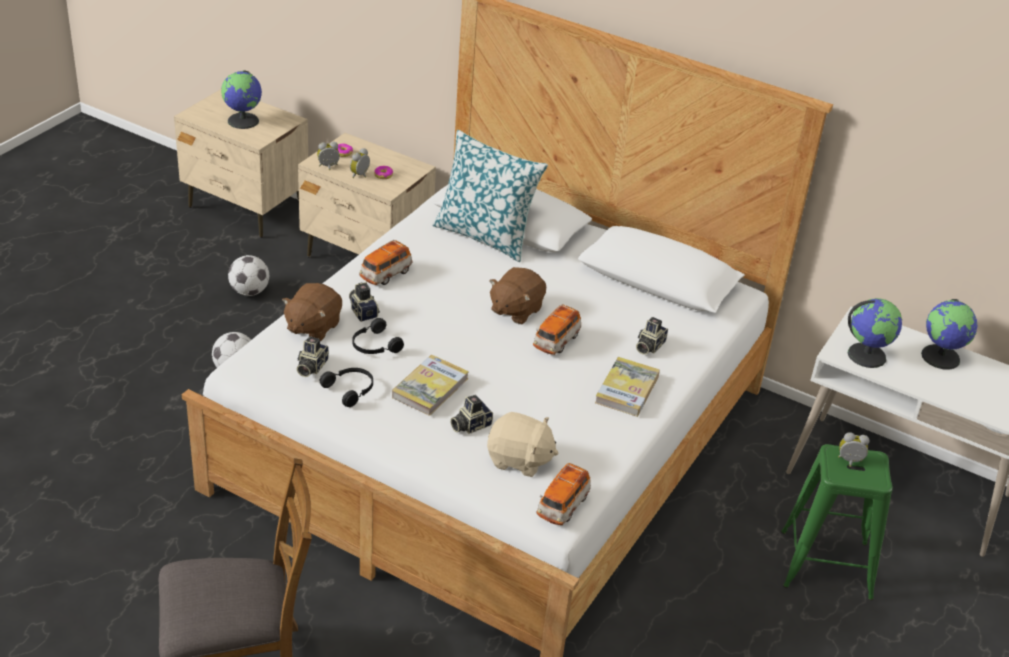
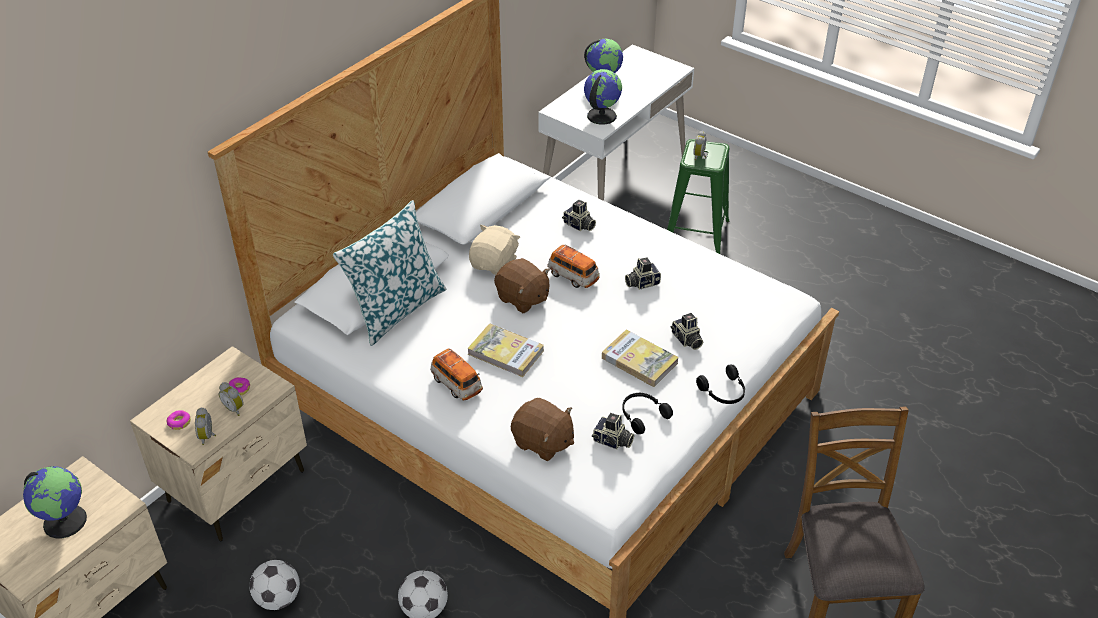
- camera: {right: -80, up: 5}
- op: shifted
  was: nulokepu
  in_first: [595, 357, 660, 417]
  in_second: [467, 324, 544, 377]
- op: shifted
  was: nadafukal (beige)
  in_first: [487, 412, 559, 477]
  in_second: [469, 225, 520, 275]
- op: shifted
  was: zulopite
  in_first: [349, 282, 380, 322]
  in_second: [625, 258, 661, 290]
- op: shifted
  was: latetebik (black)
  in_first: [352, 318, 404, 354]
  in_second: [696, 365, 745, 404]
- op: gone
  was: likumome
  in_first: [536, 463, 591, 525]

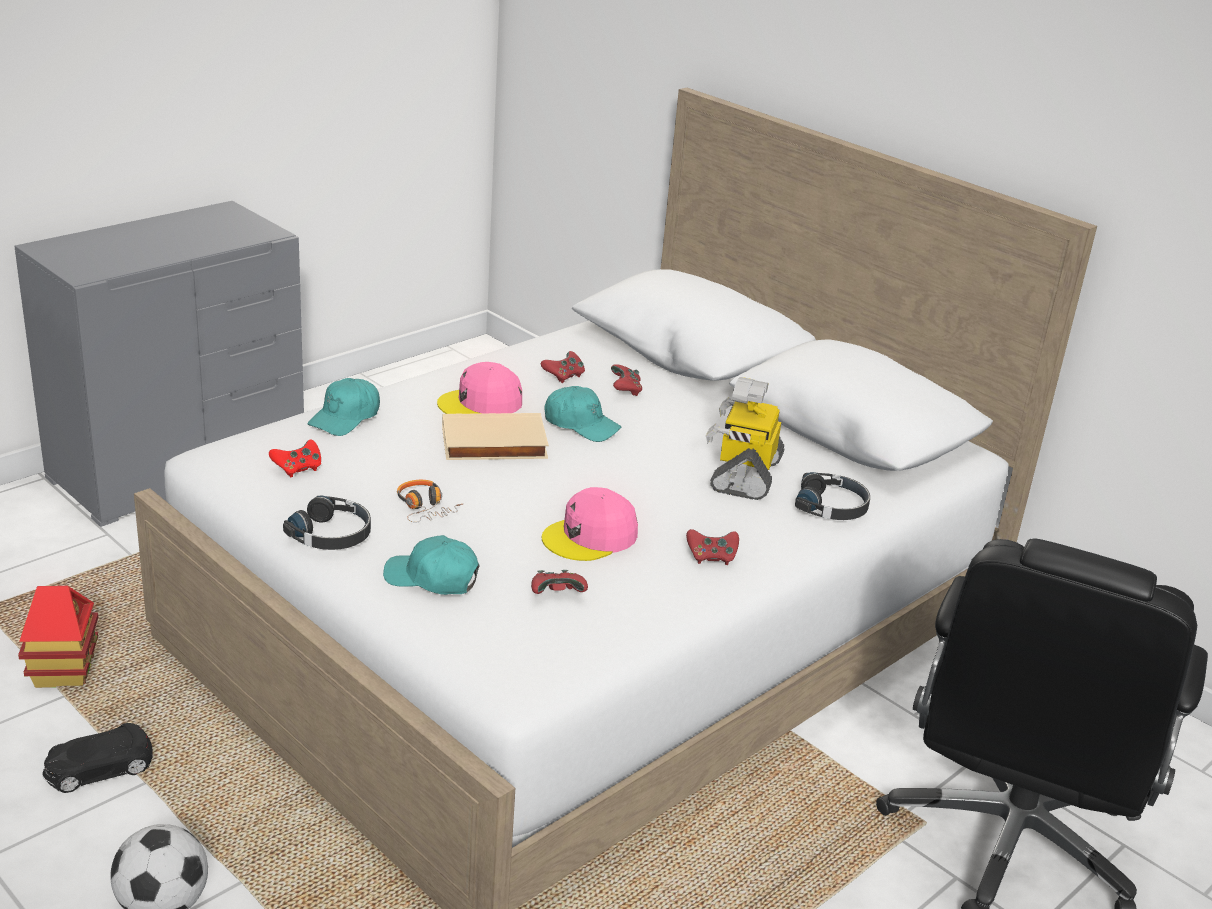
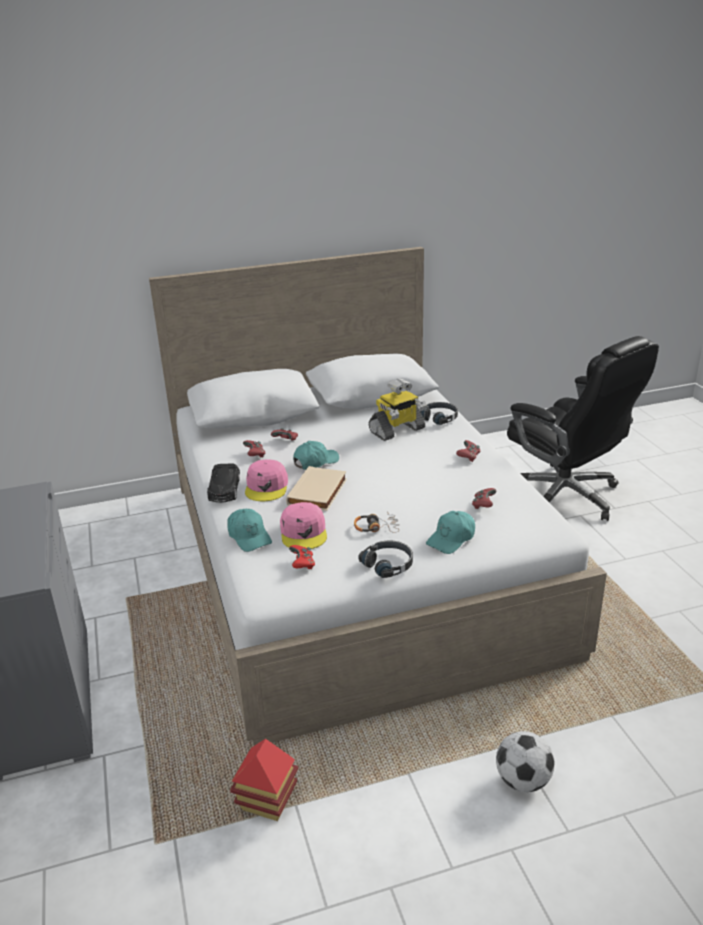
- camera: {right: -60, up: 0}
- op: shifted
  was: likumome (black)
  in_first: [42, 723, 153, 793]
  in_second: [207, 463, 240, 503]
- op: shifted
  was: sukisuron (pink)
  in_first: [542, 487, 638, 561]
  in_second: [280, 502, 327, 549]
- op: rotated
  was: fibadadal
  in_first: [706, 377, 785, 500]
  in_second: [369, 378, 427, 441]
  clockwise: -75

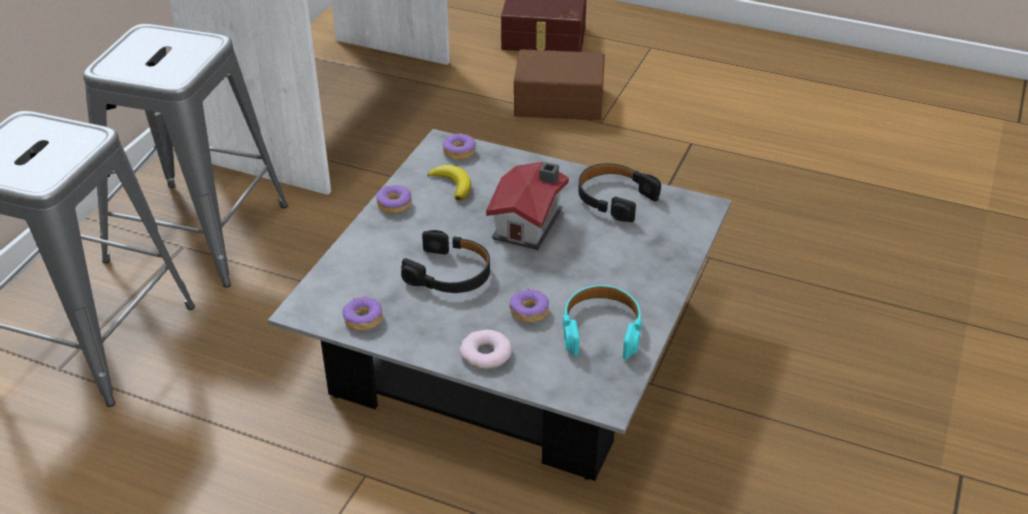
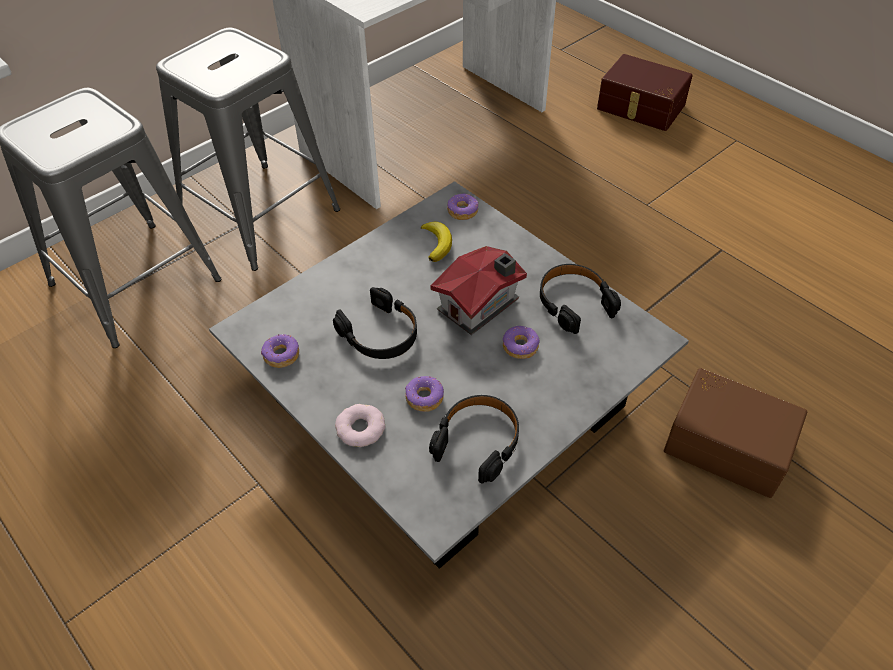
- camera: {right: 25, up: 10}
- op: repainted
  was: latetebik (turquoise)
  now: latetebik (black)
  in_first: [563, 285, 642, 359]
  in_second: [429, 395, 519, 483]
- op: shifted
  was: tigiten
  in_first: [376, 185, 412, 213]
  in_second: [503, 326, 539, 359]
- op: shifted
  was: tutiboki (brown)
  in_first: [514, 49, 605, 120]
  in_second: [664, 368, 807, 498]

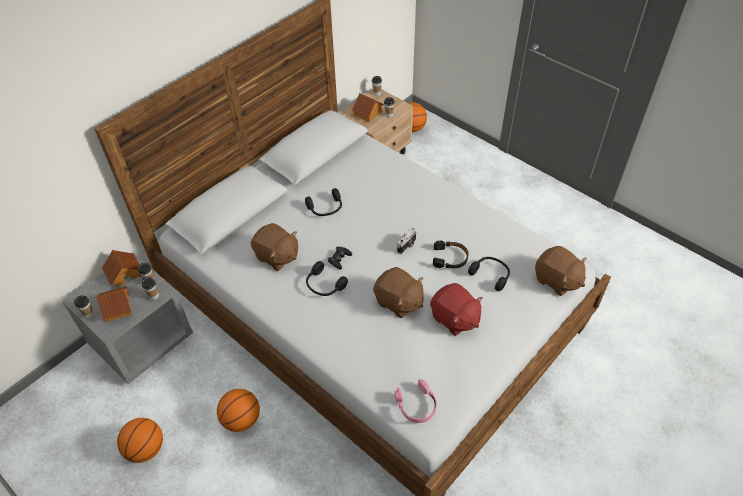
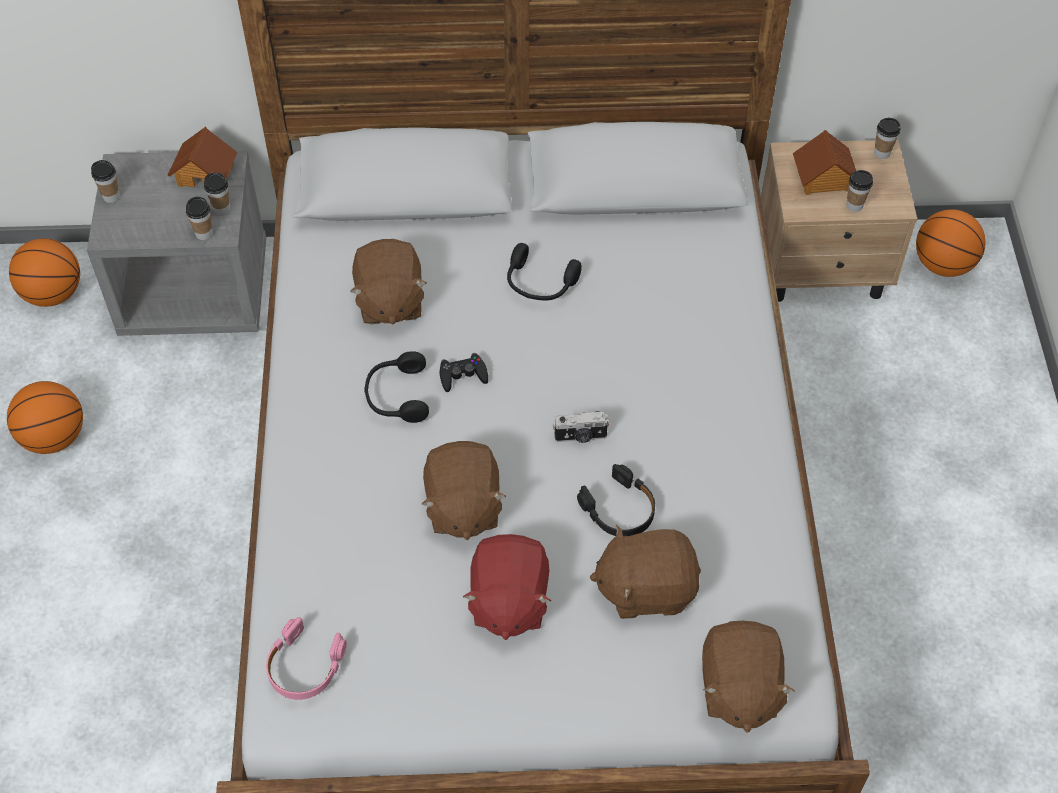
- camera: {right: 45, up: 5}
- op: shifted
  was: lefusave
  in_first: [217, 389, 260, 432]
  in_second: [9, 238, 80, 307]
- op: swapped
  was: latetebik (black)
  now: nadafukal (brown)
  in_first: [468, 257, 510, 291]
  in_second: [590, 525, 701, 619]
- op: gone
  was: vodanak
  in_first: [96, 286, 132, 322]

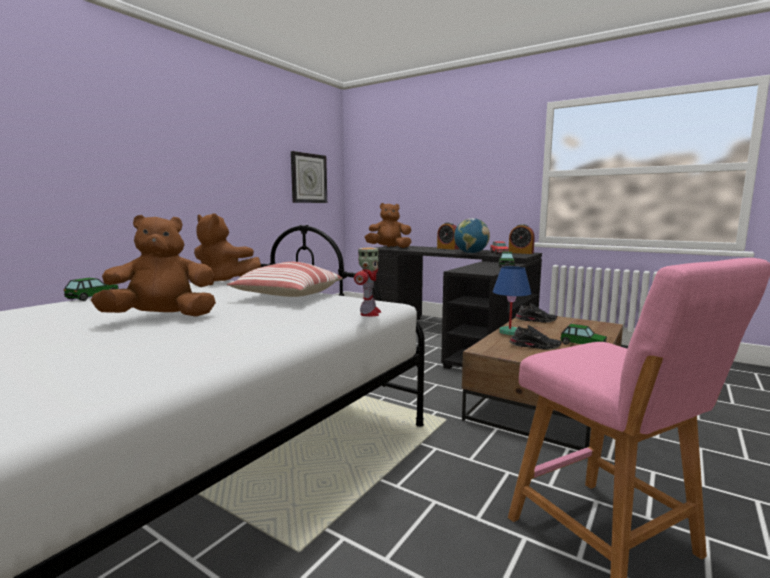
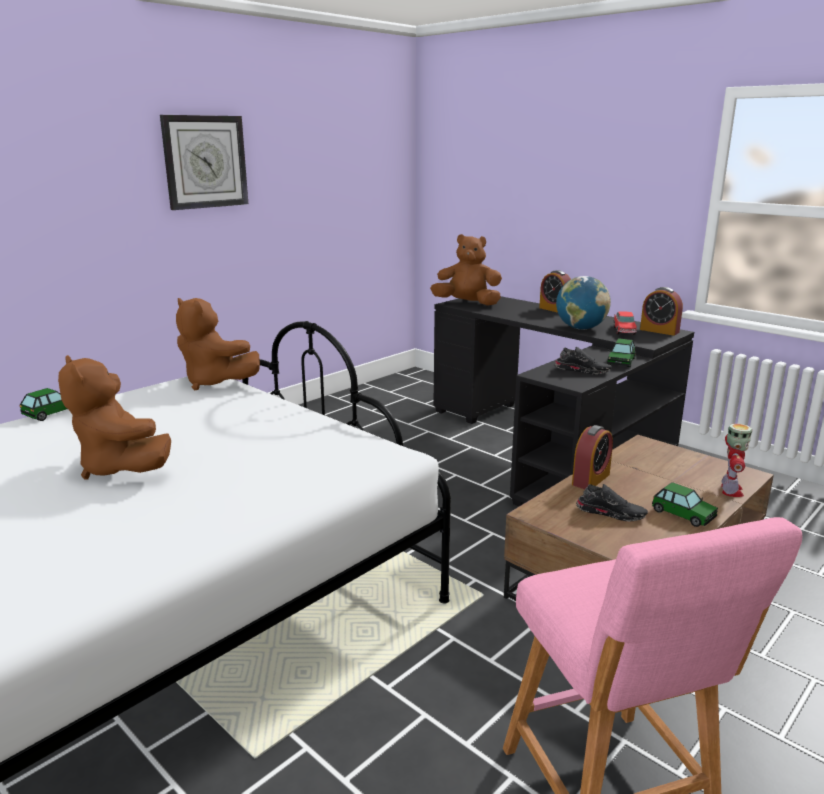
- camera: {right: 10, up: 10}
- op: rotated
  was: nadafukal (brown)
  in_first: [91, 215, 216, 317]
  in_second: [58, 355, 171, 479]
  clockwise: -120
- op: shifted
  was: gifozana
  in_first: [291, 151, 327, 203]
  in_second: [160, 115, 248, 210]
- op: shifted
  was: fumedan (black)
  in_first: [515, 303, 557, 323]
  in_second: [555, 347, 612, 374]
- op: swapped
  was: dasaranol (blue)
  now: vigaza
  in_first: [493, 266, 532, 335]
  in_second: [572, 425, 613, 489]
- op: shifted
  was: fibadadal
  in_first: [354, 248, 381, 317]
  in_second: [721, 424, 752, 497]
- op: gone
  was: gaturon
  in_first: [227, 262, 343, 297]

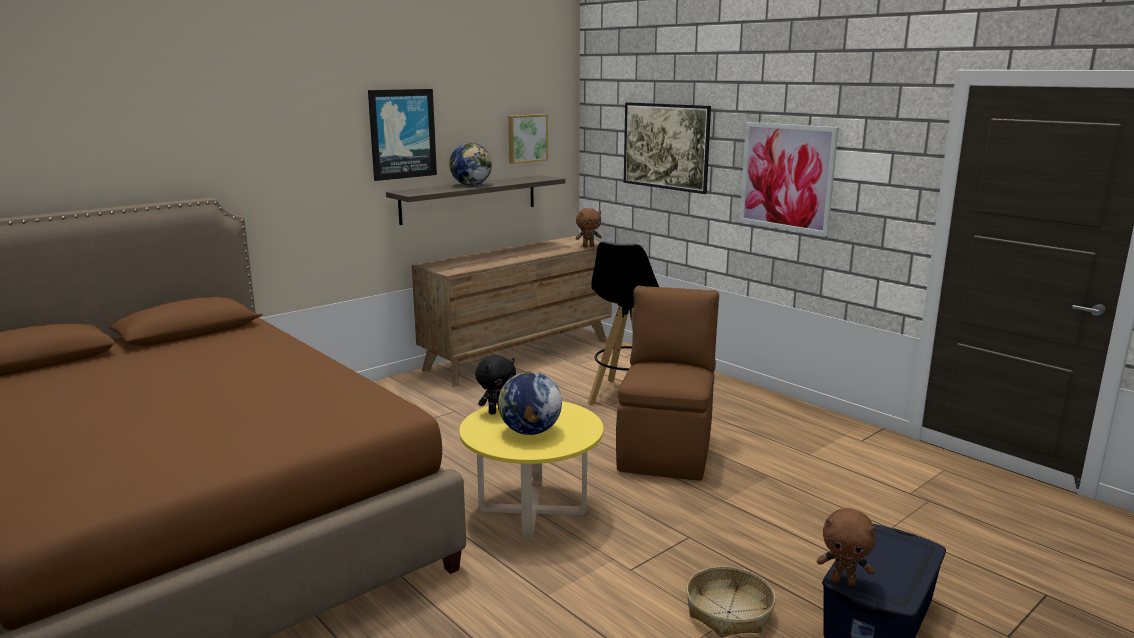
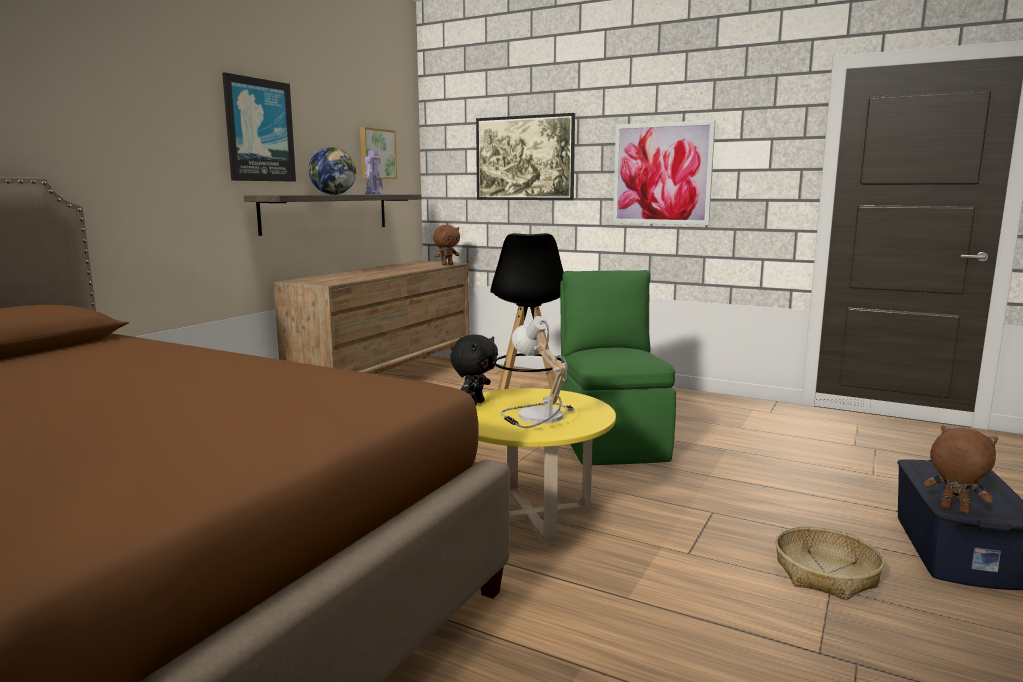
- camera: {right: -20, up: -5}
- op: new
  now: fibadadal
  in_second: [365, 150, 383, 194]
- op: swapped
  was: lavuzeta
  now: dasaranol
  in_first: [498, 371, 562, 435]
  in_second: [501, 316, 573, 428]
- op: repainted
  was: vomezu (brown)
  now: vomezu (green)
  in_first: [616, 286, 719, 481]
  in_second: [560, 270, 676, 465]
- op: rotated
  was: nadafukal (brown)
  in_first: [817, 508, 876, 586]
  in_second: [924, 426, 998, 514]
  clockwise: -135

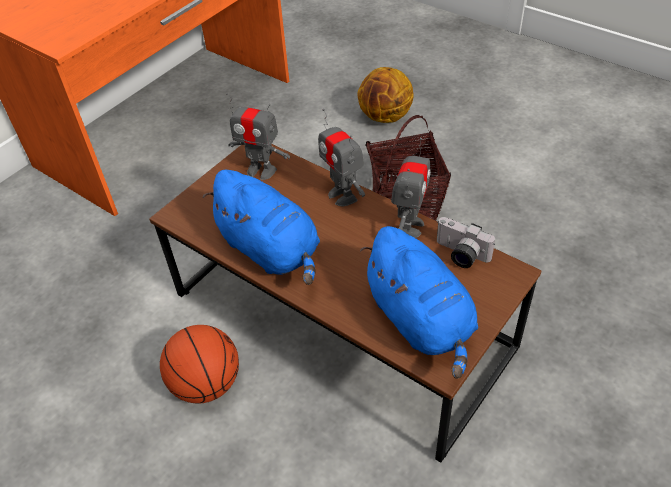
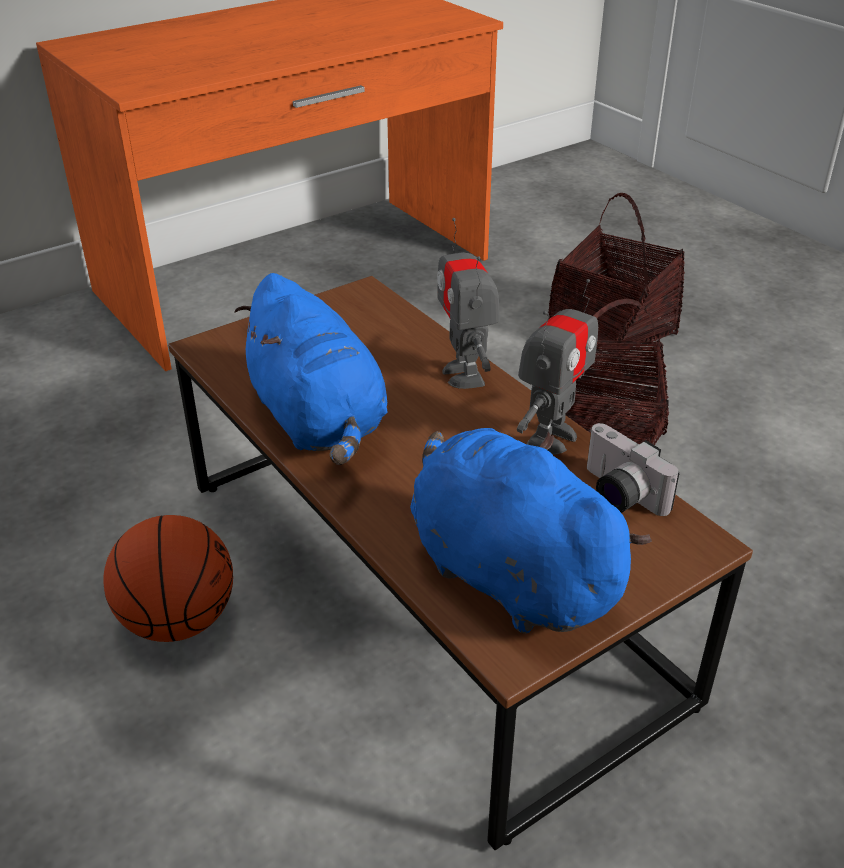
- camera: {right: 15, up: -10}
- op: rotated
  was: nadafukal (blue)
  in_first: [360, 226, 478, 379]
  in_second: [410, 428, 652, 634]
  clockwise: 150
- op: swapped
  was: lefusave
  now: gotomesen
  in_first: [357, 67, 414, 123]
  in_second: [548, 193, 685, 361]
- op: gone
  was: fibadadal
  in_first: [226, 93, 290, 180]

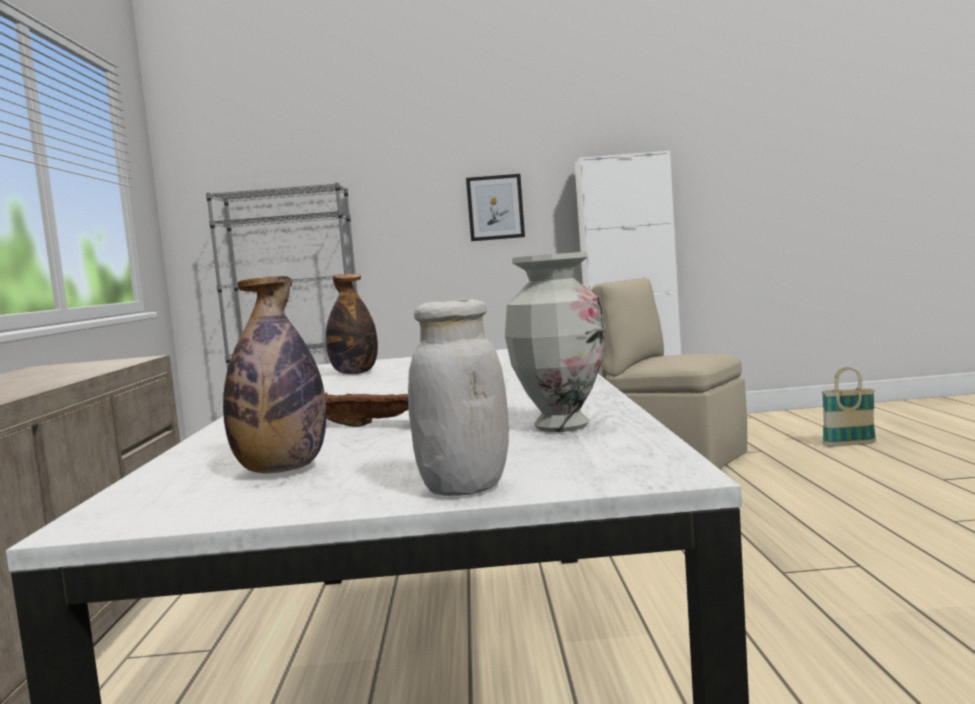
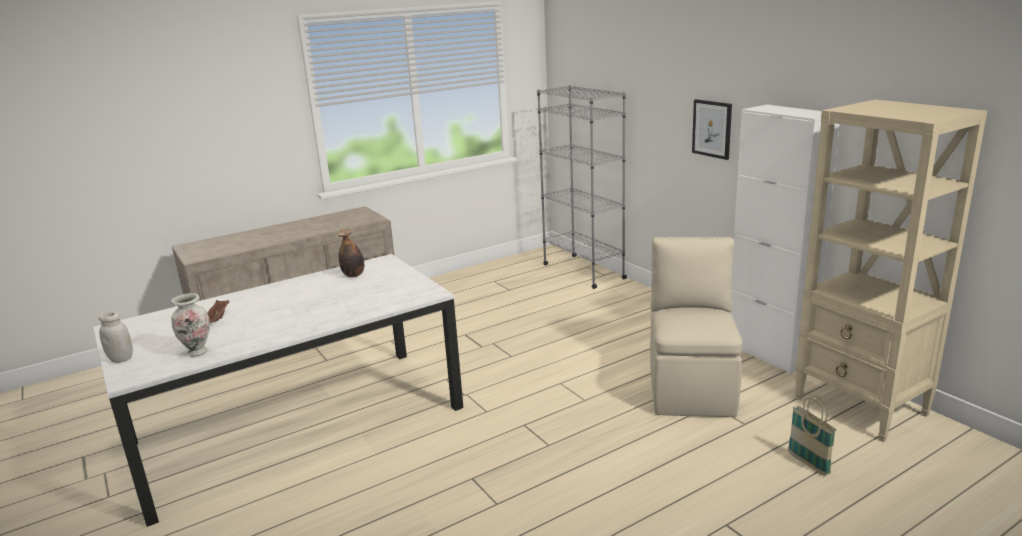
- camera: {right: 60, up: 15}
- op: new
  now: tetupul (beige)
  in_second: [795, 100, 987, 442]
- op: gone
  was: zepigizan
  in_first: [223, 276, 326, 474]

